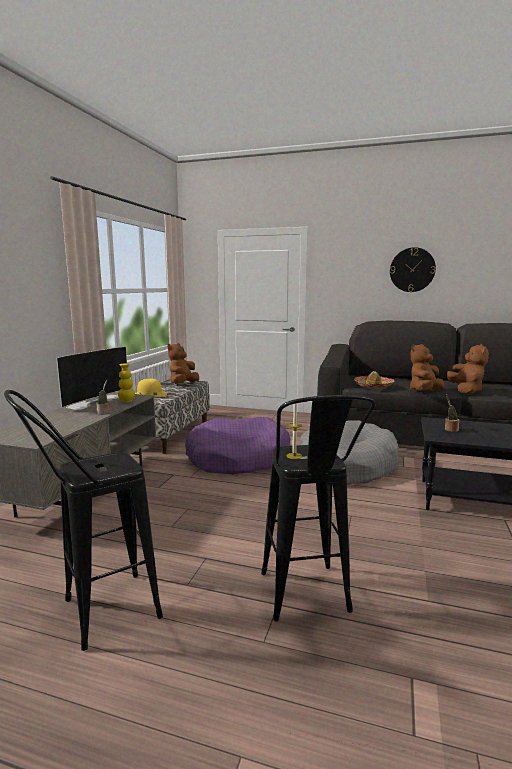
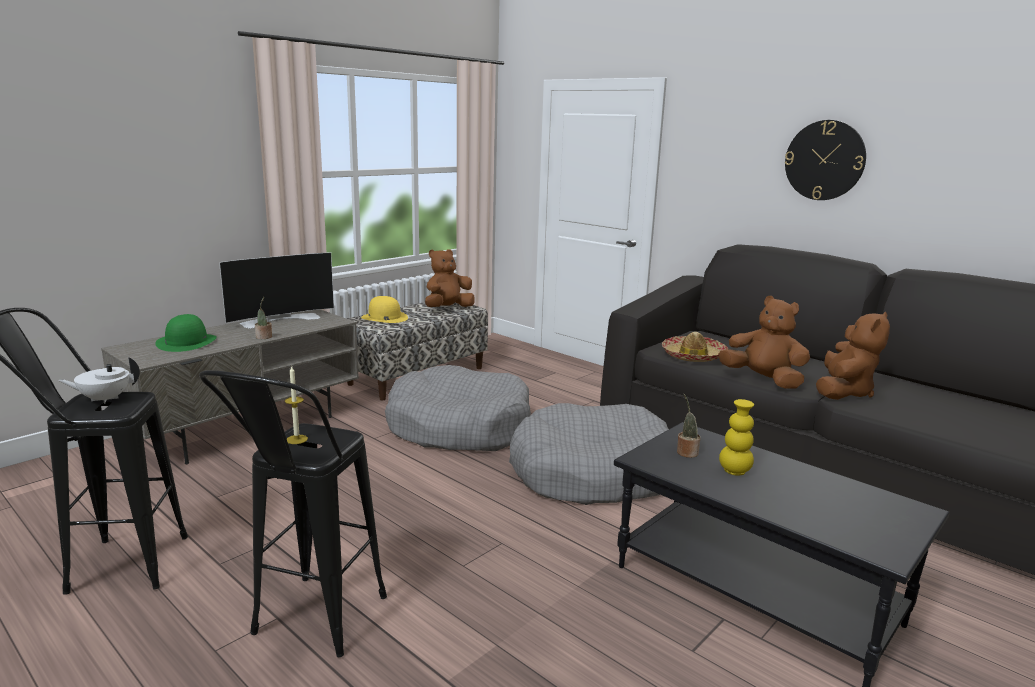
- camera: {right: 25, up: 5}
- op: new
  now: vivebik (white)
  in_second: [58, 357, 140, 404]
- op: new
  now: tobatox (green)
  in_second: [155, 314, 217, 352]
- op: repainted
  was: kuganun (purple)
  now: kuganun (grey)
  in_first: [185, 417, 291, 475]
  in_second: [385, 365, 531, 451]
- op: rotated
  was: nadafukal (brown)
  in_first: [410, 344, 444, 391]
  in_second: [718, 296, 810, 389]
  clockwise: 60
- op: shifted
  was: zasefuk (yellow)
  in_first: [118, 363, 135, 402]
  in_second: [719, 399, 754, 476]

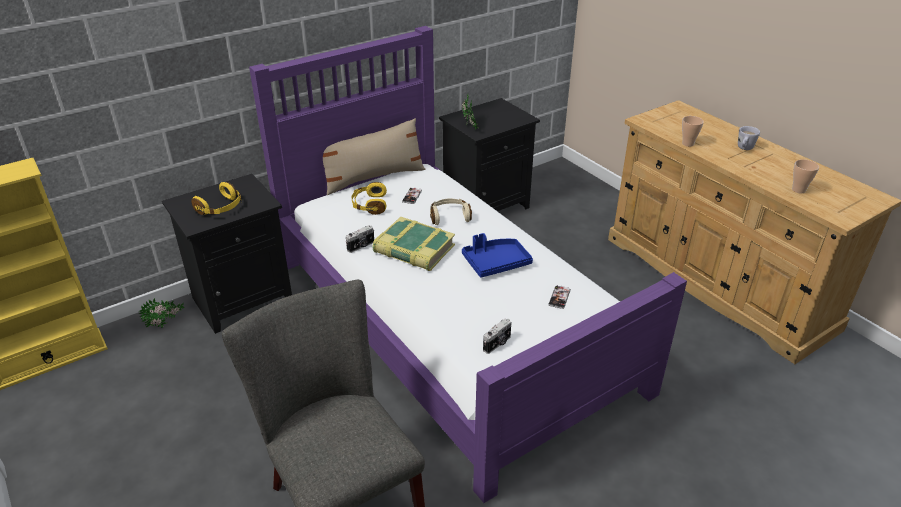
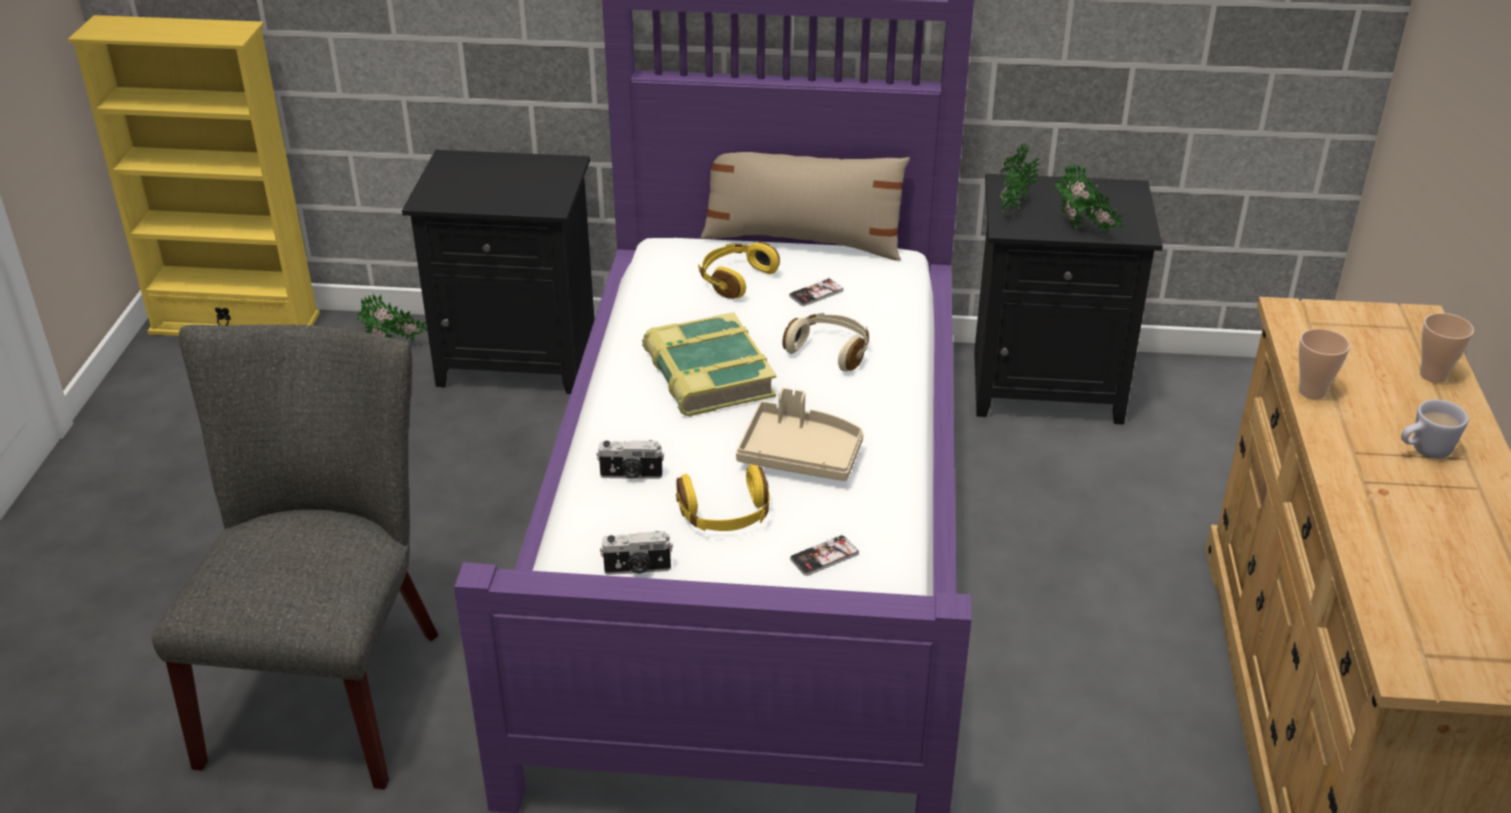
- camera: {right: 40, up: 0}
- op: shifted
  was: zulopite
  in_first: [346, 225, 374, 253]
  in_second: [597, 440, 664, 479]
- op: shifted
  was: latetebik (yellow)
  in_first: [191, 182, 241, 215]
  in_second: [676, 464, 770, 531]
- op: repainted
  was: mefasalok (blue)
  now: mefasalok (beige)
  in_first: [462, 233, 533, 278]
  in_second: [736, 388, 863, 481]
- op: new
  now: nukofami
  in_second: [1055, 163, 1123, 233]
- op: shifted
  was: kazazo
  in_first: [792, 159, 819, 194]
  in_second: [1420, 313, 1474, 383]

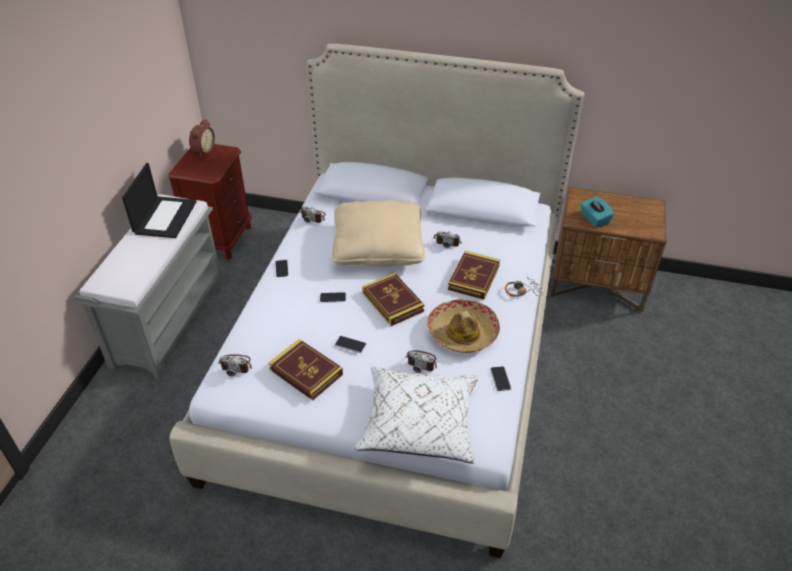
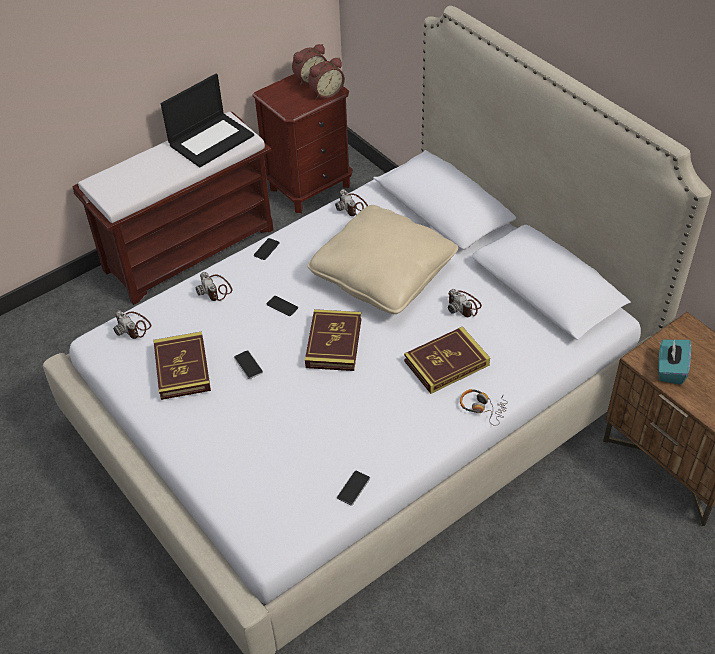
- camera: {right: 40, up: 5}
- op: repainted
  was: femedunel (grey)
  now: femedunel (brown)
  in_first: [74, 194, 222, 378]
  in_second: [72, 112, 274, 305]
- op: shifted
  was: zulopite
  in_first: [405, 350, 437, 373]
  in_second: [195, 272, 232, 301]
- op: new
  now: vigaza
  in_second: [308, 57, 345, 99]
- op: gone
  was: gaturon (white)
  in_first: [355, 366, 478, 464]
- op: gone
  was: tobatox
  in_first: [427, 299, 500, 353]

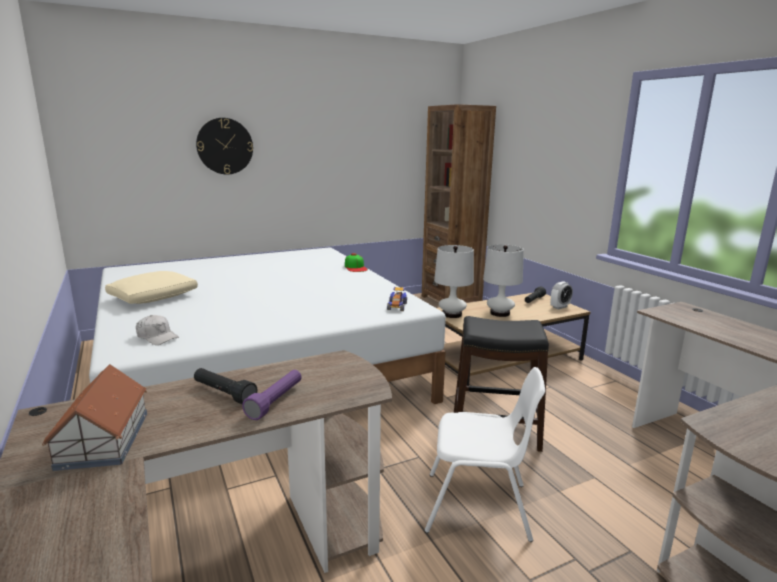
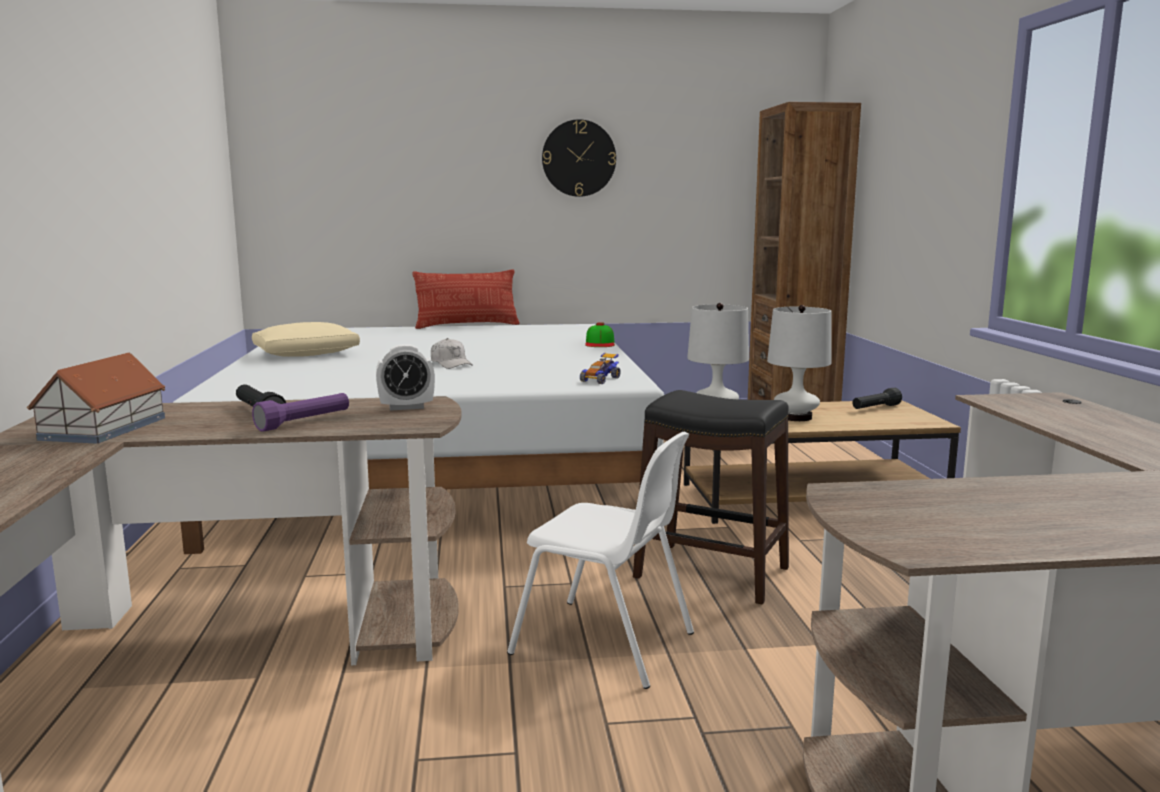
- camera: {right: 20, up: -5}
- op: shifted
  was: vigaza
  in_first: [551, 281, 573, 310]
  in_second: [376, 344, 435, 411]
- op: new
  now: gaturon
  in_second: [412, 269, 520, 329]
- op: shifted
  was: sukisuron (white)
  in_first: [136, 315, 179, 345]
  in_second: [431, 338, 473, 369]
- op: shifted
  was: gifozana
  in_first: [196, 118, 253, 175]
  in_second: [542, 119, 616, 197]

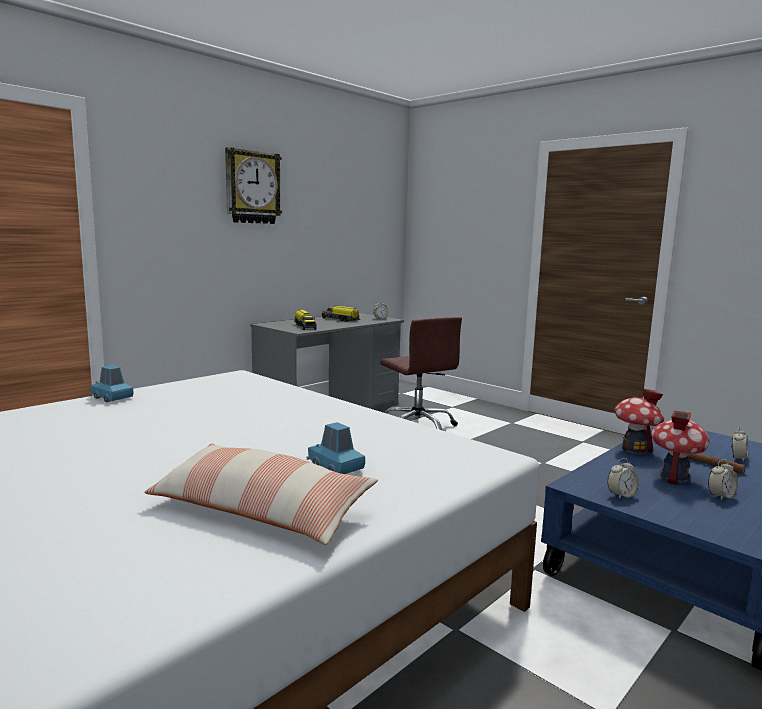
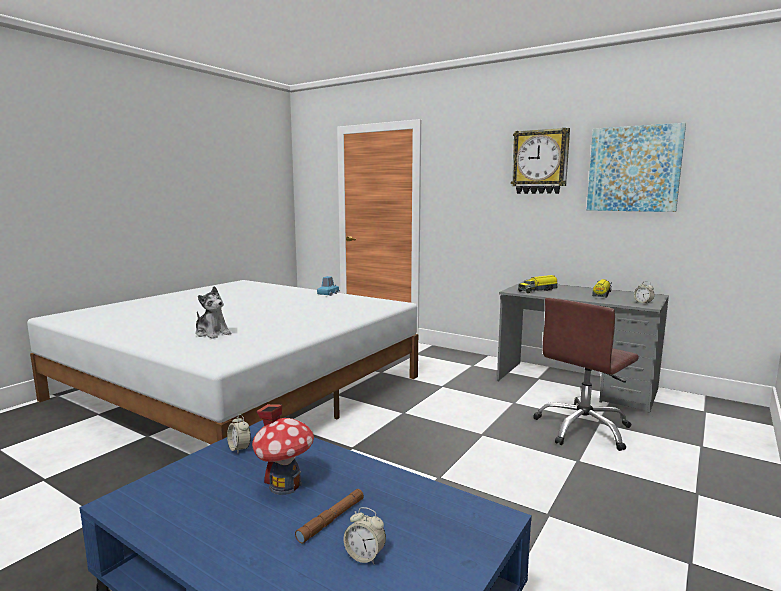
- camera: {right: 80, up: 0}
- op: swapped
  was: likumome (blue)
  now: nadafukal
  in_first: [307, 422, 365, 474]
  in_second: [196, 286, 232, 339]
- op: new
  now: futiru
  in_second: [587, 123, 686, 212]
- op: gone
  was: gaturon
  in_first: [144, 444, 378, 545]
- op: gone
  was: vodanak
  in_first: [614, 389, 664, 455]
- op: gone
  was: vigaza
  in_first: [708, 459, 738, 500]

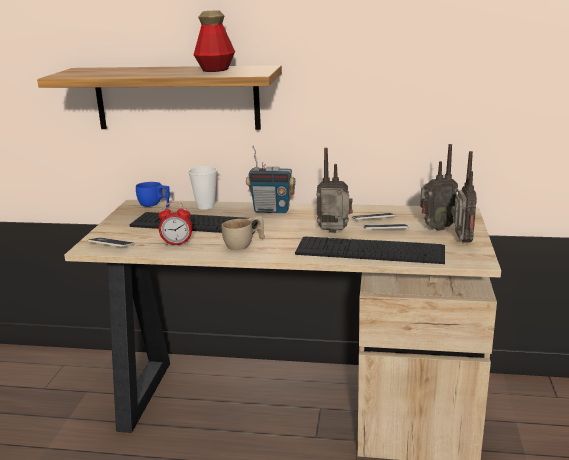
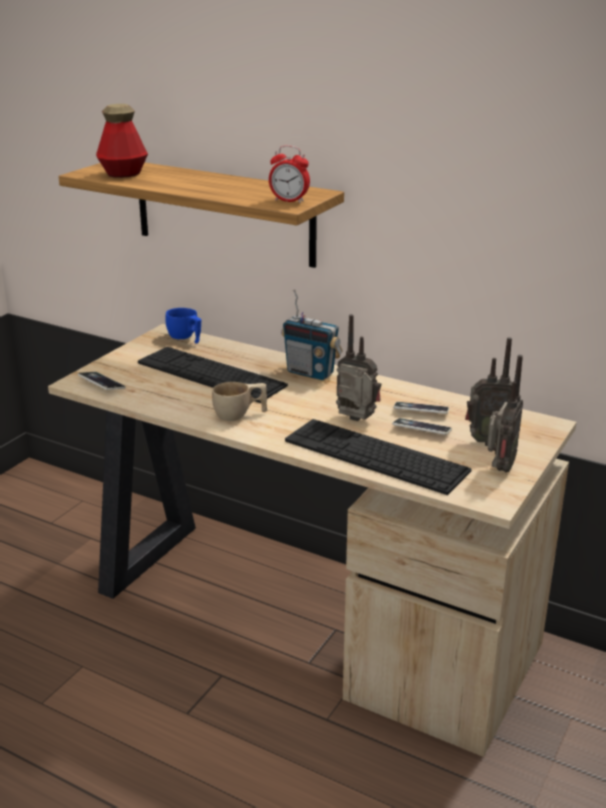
- camera: {right: 20, up: 5}
- op: shifted
  was: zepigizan
  in_first: [194, 11, 235, 72]
  in_second: [96, 104, 148, 178]
- op: shifted
  was: vigaza
  in_first: [158, 202, 193, 245]
  in_second: [269, 145, 310, 203]
- op: gone
  was: kazazo
  in_first: [188, 166, 217, 210]

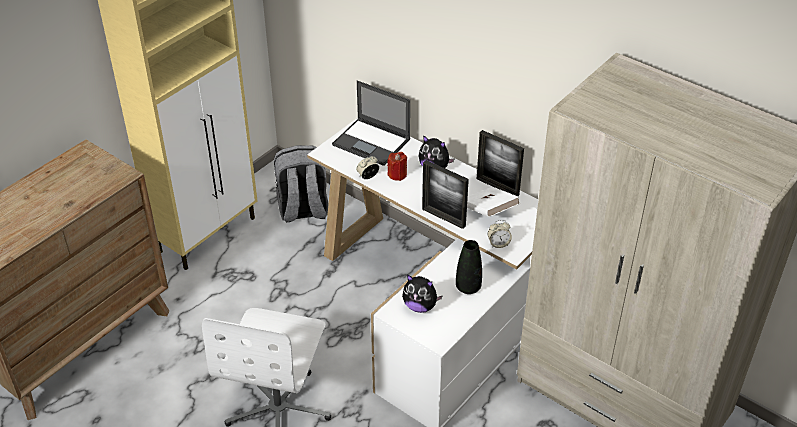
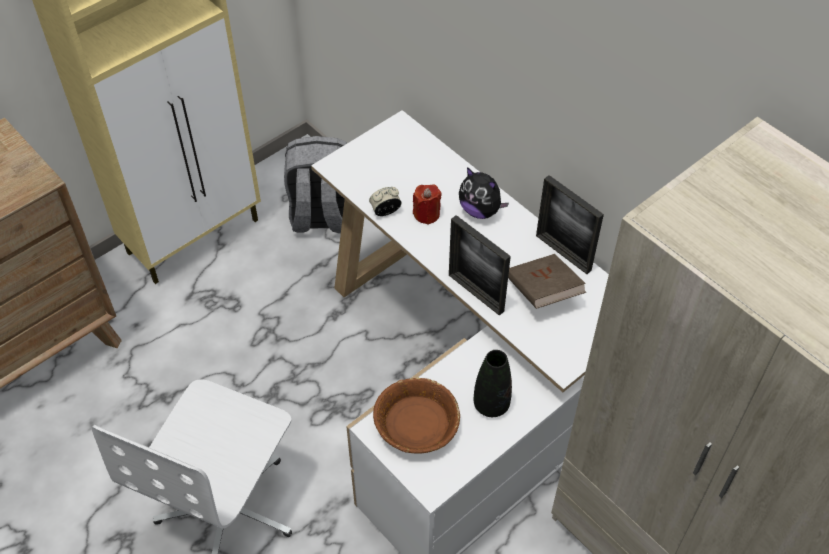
- camera: {right: 10, up: 10}
- op: swapped
  was: nadafukal
  now: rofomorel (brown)
  in_first: [402, 274, 443, 313]
  in_second: [373, 377, 460, 454]
- op: repainted
  was: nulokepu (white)
  now: nulokepu (brown)
  in_first: [467, 187, 520, 217]
  in_second: [508, 254, 586, 309]
- op: gone
  was: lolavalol
  in_first: [332, 80, 410, 166]
- op: gone
  was: vigaza
  in_first: [488, 220, 512, 248]

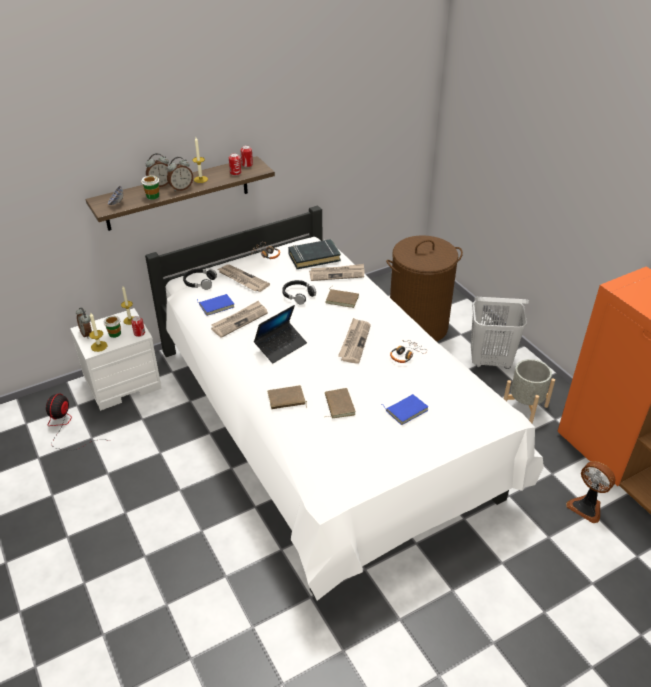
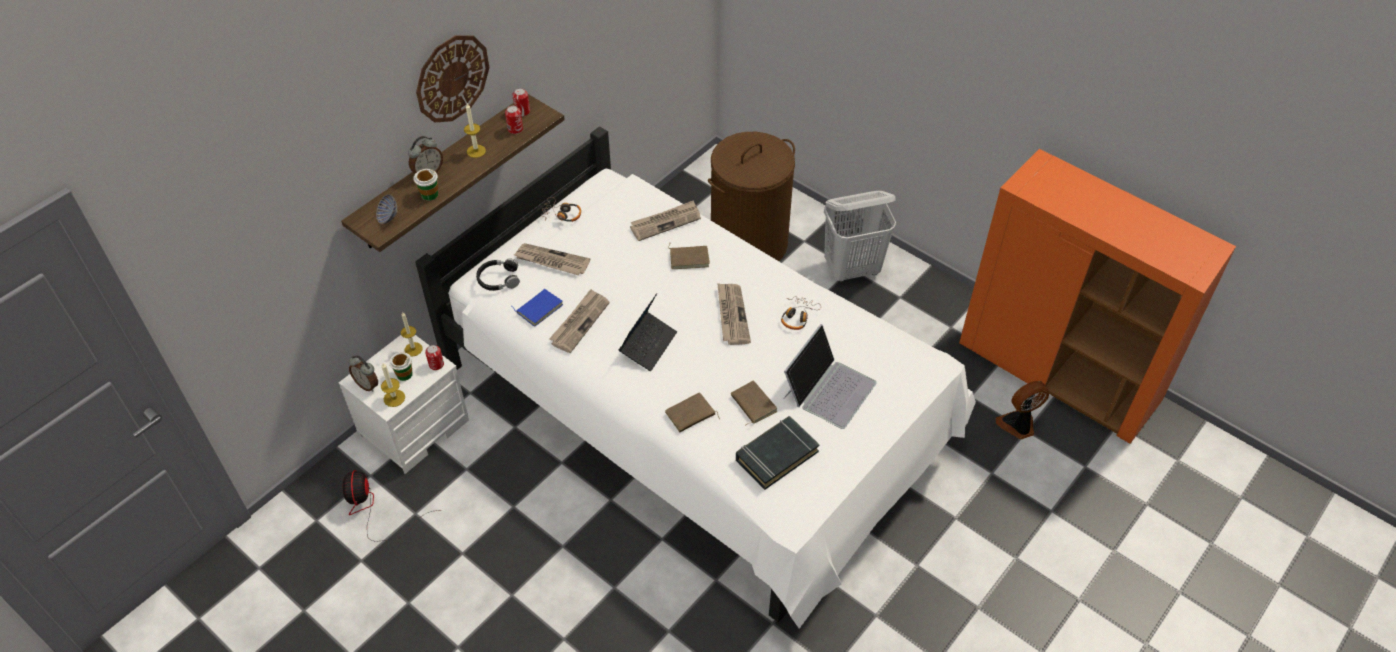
- camera: {right: -20, up: 10}
- op: new
  now: gifozana
  in_second: [416, 35, 490, 122]
- op: shifted
  was: nulokepu (black)
  in_first: [288, 239, 341, 269]
  in_second: [736, 416, 820, 490]
- op: swapped
  was: nulokepu (blue)
  now: lolavalol
  in_first: [382, 394, 428, 425]
  in_second: [784, 324, 877, 429]
- op: rotated
  was: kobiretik
  in_first: [566, 461, 615, 523]
  in_second: [996, 381, 1049, 439]
  clockwise: 135
- op: gone
  was: vigaza
  in_first: [167, 157, 193, 191]
- op: gone
  was: latetebik (black)
  in_first: [282, 280, 316, 305]
- op: gone
  was: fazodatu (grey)
  in_first: [504, 359, 555, 424]

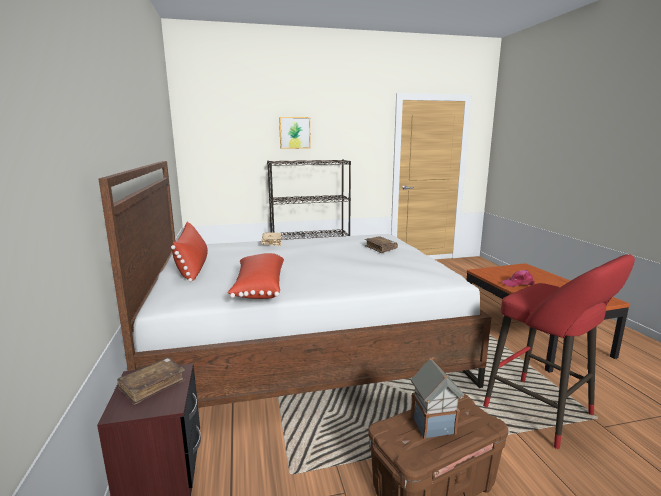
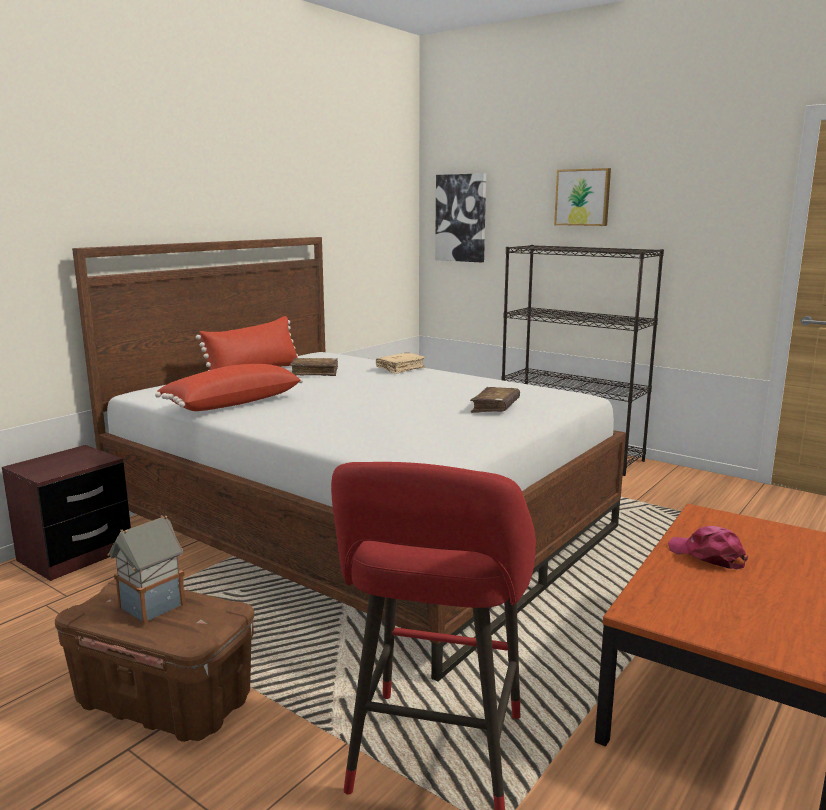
- camera: {right: 50, up: 0}
- op: shifted
  was: nulokepu (brown)
  in_first: [118, 358, 185, 405]
  in_second: [290, 358, 338, 376]
- op: new
  now: futiru
  in_second: [435, 173, 486, 262]

